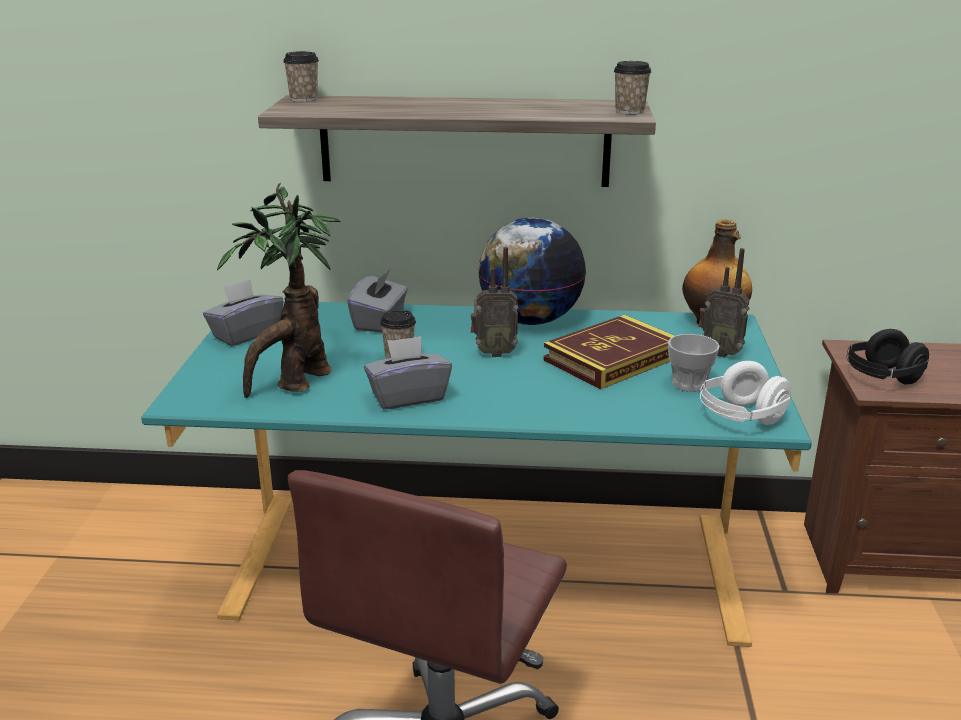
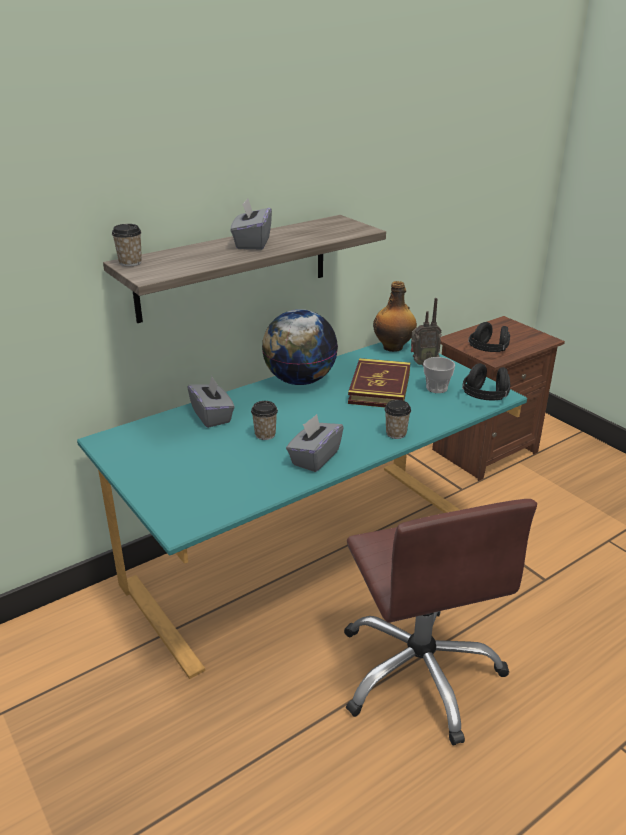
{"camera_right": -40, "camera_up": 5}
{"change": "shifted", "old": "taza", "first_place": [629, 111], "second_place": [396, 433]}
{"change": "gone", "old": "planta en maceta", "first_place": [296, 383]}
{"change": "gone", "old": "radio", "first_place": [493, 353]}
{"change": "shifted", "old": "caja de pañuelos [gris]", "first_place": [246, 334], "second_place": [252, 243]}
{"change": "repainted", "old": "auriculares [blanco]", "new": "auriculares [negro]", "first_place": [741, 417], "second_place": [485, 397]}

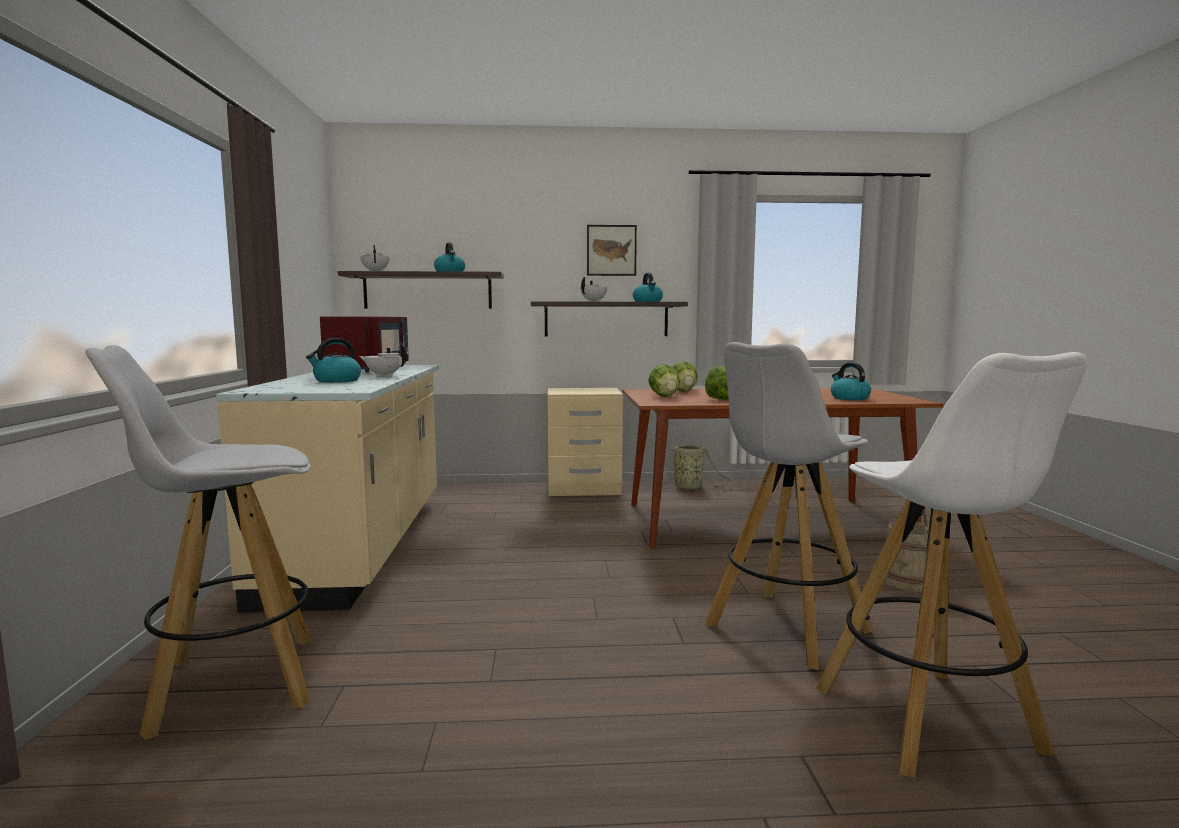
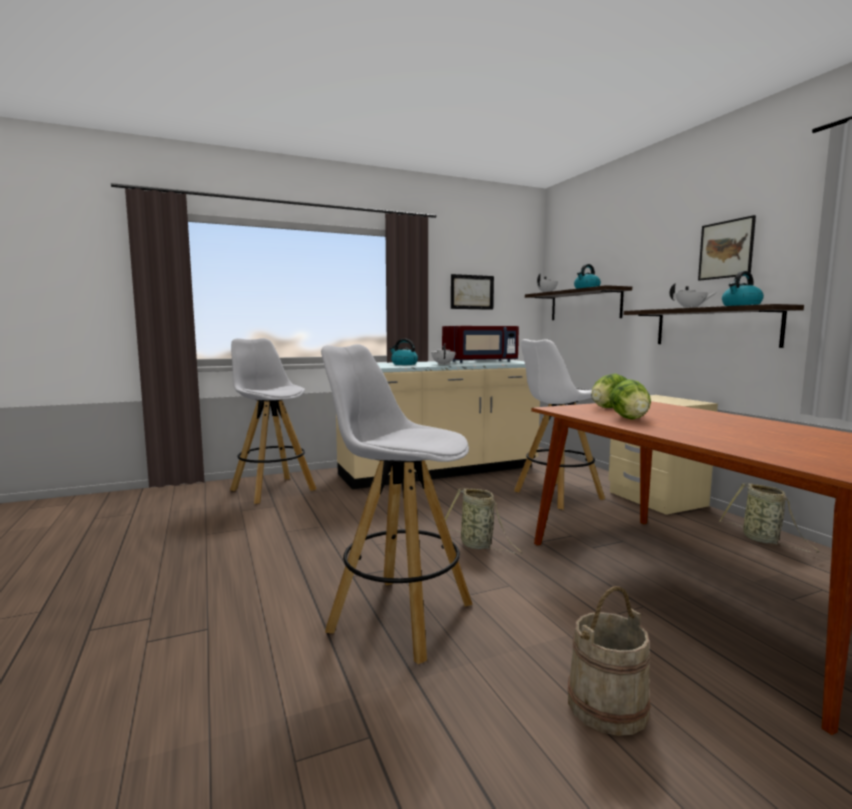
{"camera_right": 70, "camera_up": 0}
{"change": "shifted", "old": "taburete [blanco]", "first_place": [928, 722], "second_place": [557, 495]}
{"change": "gone", "old": "lechuga", "first_place": [683, 391]}
{"change": "gone", "old": "hervidor", "first_place": [849, 398]}
{"change": "new", "new": "cuadro", "second_place": [472, 292]}
{"change": "new", "new": "cesta", "second_place": [478, 545]}

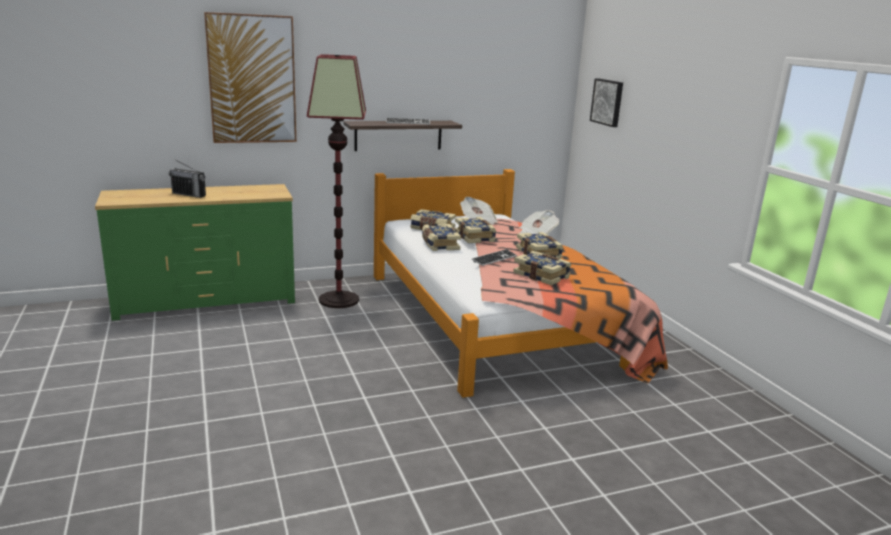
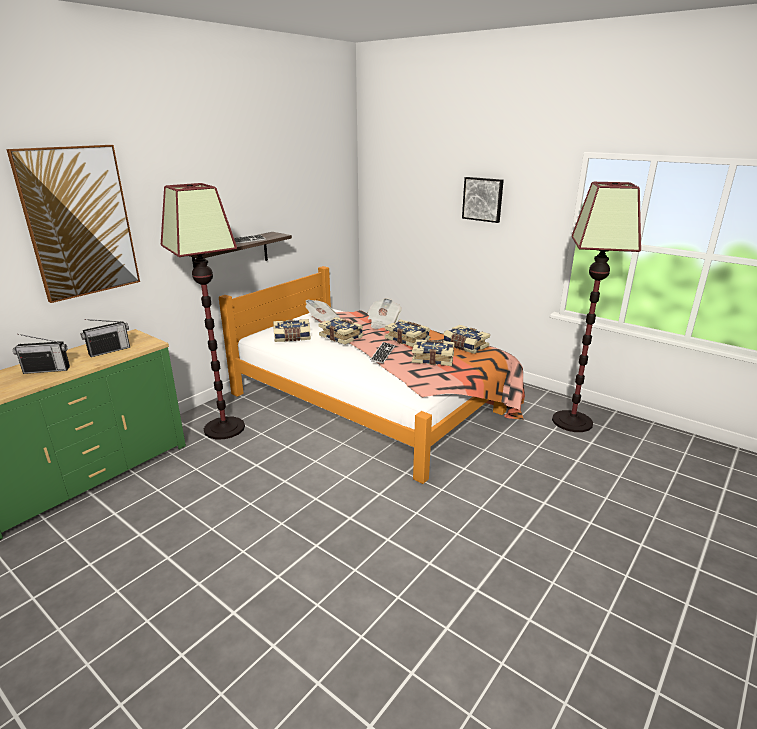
{"camera_right": -30, "camera_up": 5}
{"change": "shifted", "old": "cuadro", "first_place": [608, 102], "second_place": [483, 199]}
{"change": "shifted", "old": "libro", "first_place": [439, 245], "second_place": [465, 346]}
{"change": "new", "new": "lámpara de pie", "second_place": [572, 421]}
{"change": "new", "new": "radio", "second_place": [109, 351]}

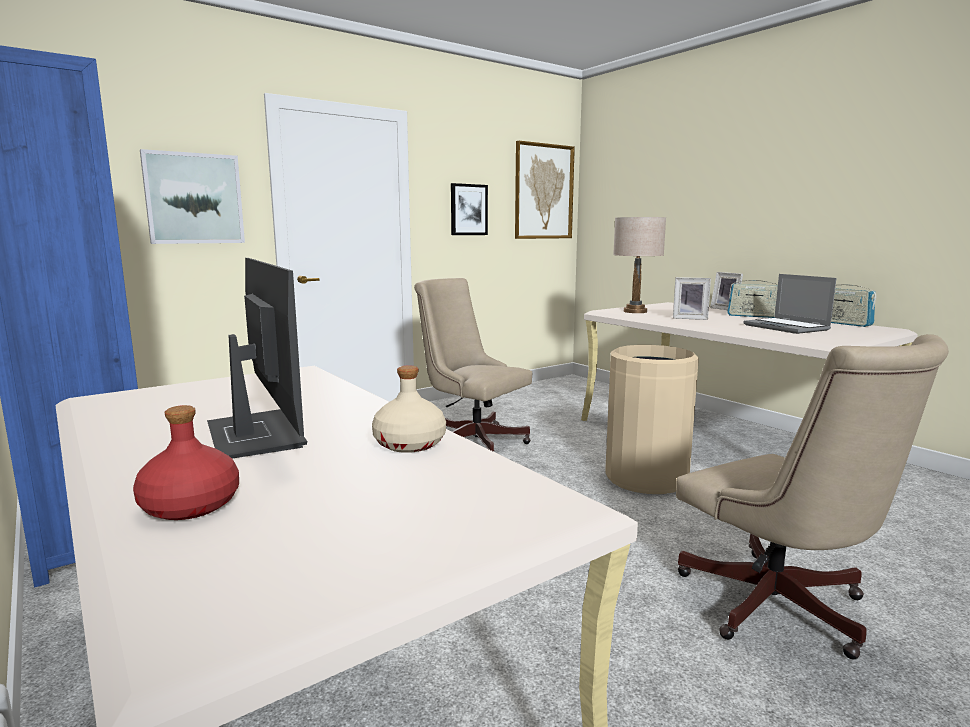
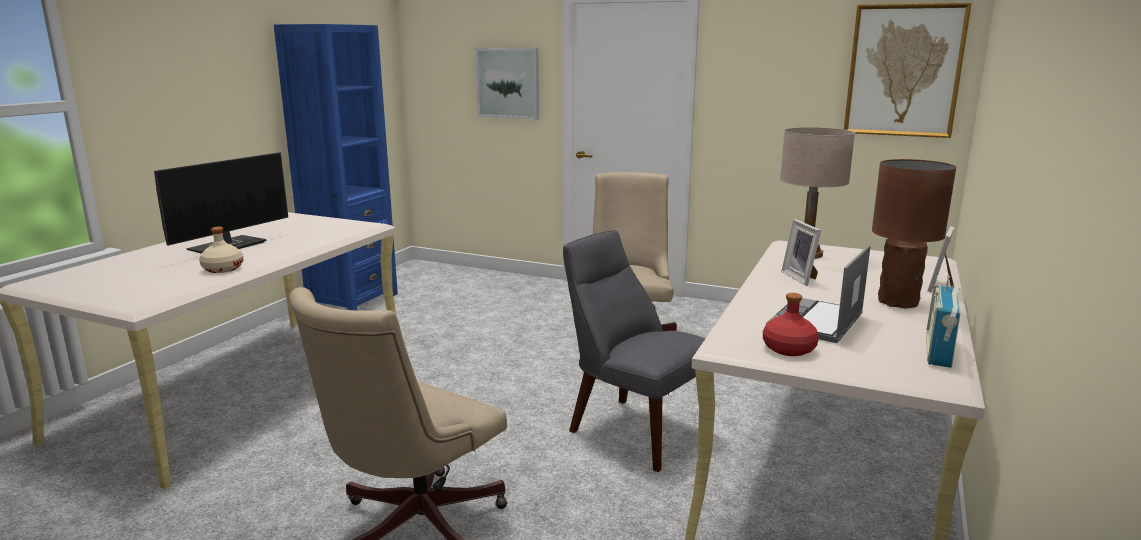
{"camera_right": 60, "camera_up": 5}
{"change": "gone", "old": "cuadro", "first_place": [468, 209]}
{"change": "swapped", "old": "radio", "new": "lámpara de mesa [marrón]", "first_place": [752, 316], "second_place": [898, 302]}
{"change": "swapped", "old": "papelera [beis]", "new": "silla [gris]", "first_place": [645, 478], "second_place": [633, 430]}
{"change": "shifted", "old": "botella [rojo]", "first_place": [189, 506], "second_place": [788, 349]}

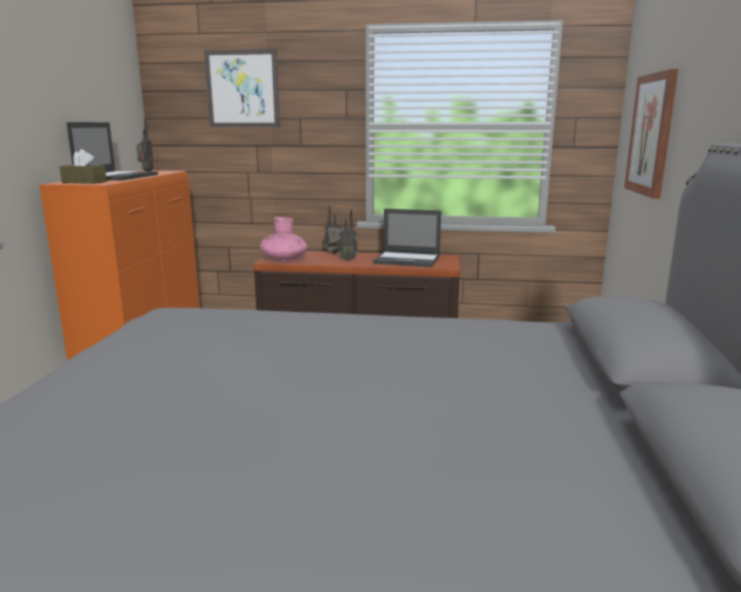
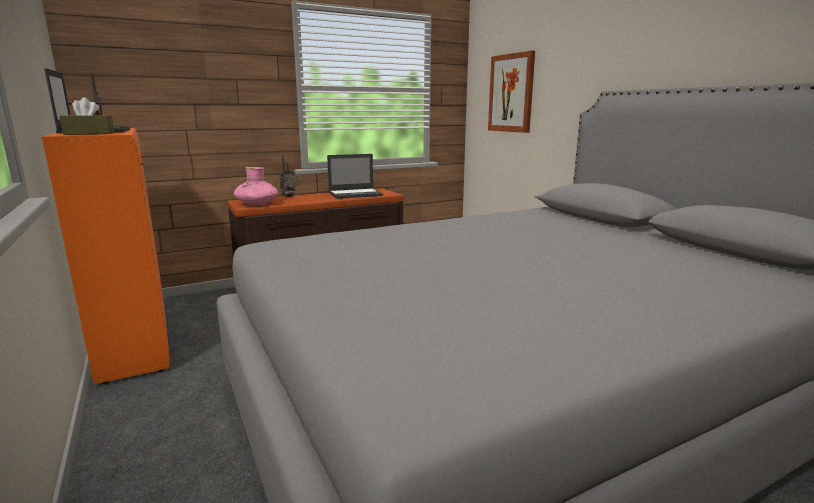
{"camera_right": -35, "camera_up": 0}
{"change": "gone", "old": "cuadro", "first_place": [242, 89]}
{"change": "gone", "old": "radio", "first_place": [347, 259]}

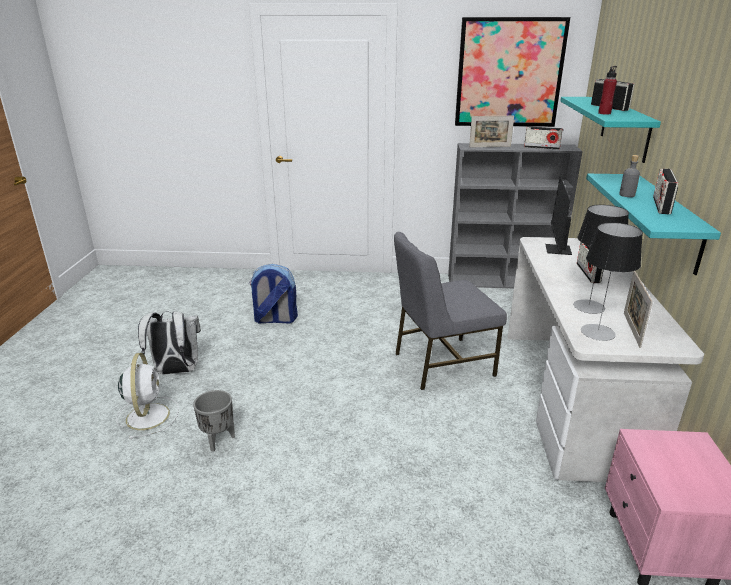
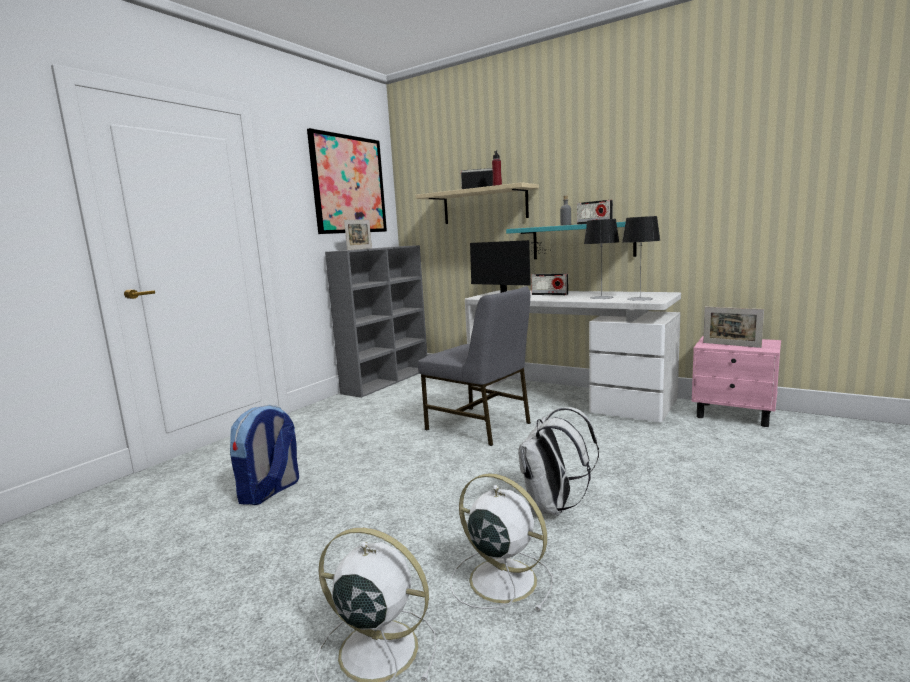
{"camera_right": -60, "camera_up": -15}
{"change": "repainted", "old": "estante [turquesa]", "new": "estante [beis]", "first_place": [625, 128], "second_place": [484, 205]}
{"change": "gone", "old": "radio", "first_place": [541, 147]}
{"change": "rotated", "old": "silla [gris]", "first_place": [441, 364], "second_place": [480, 426], "degrees": -60}
{"change": "shifted", "old": "portarretratos", "first_place": [631, 329], "second_place": [731, 345]}
{"change": "shifted", "old": "mochila [blanco]", "first_place": [175, 371], "second_place": [553, 507]}
{"change": "swapped", "old": "maceta [gris]", "new": "ventilador [blanco]", "first_place": [218, 440], "second_place": [500, 579]}

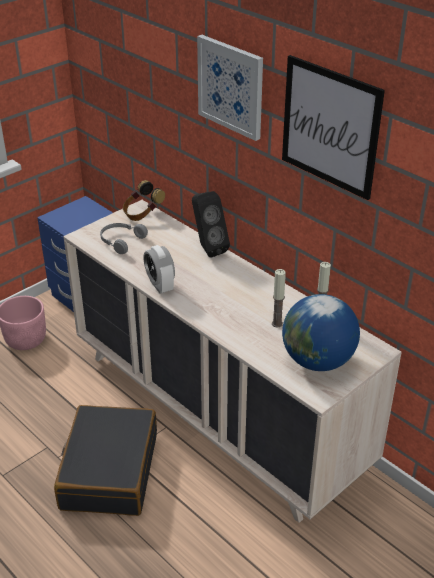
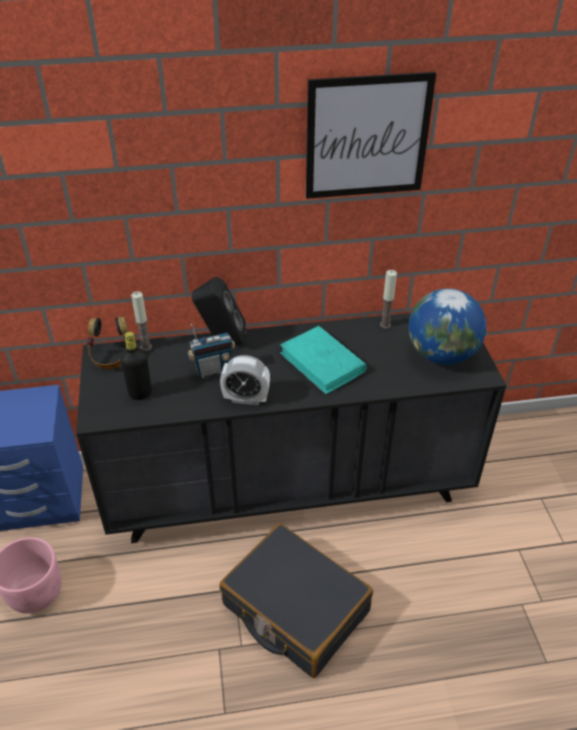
{"camera_right": -55, "camera_up": 5}
{"change": "gone", "old": "cuadro", "first_place": [231, 86]}
{"change": "repainted", "old": "cómoda [beis]", "new": "cómoda [negro]", "first_place": [217, 411], "second_place": [289, 485]}
{"change": "swapped", "old": "auriculares [gris]", "new": "botella [negro]", "first_place": [120, 241], "second_place": [140, 393]}
{"change": "shifted", "old": "vela", "first_place": [277, 323], "second_place": [146, 347]}
{"change": "new", "new": "radio", "second_place": [213, 371]}
{"change": "new", "new": "libro [turquesa]", "second_place": [322, 363]}

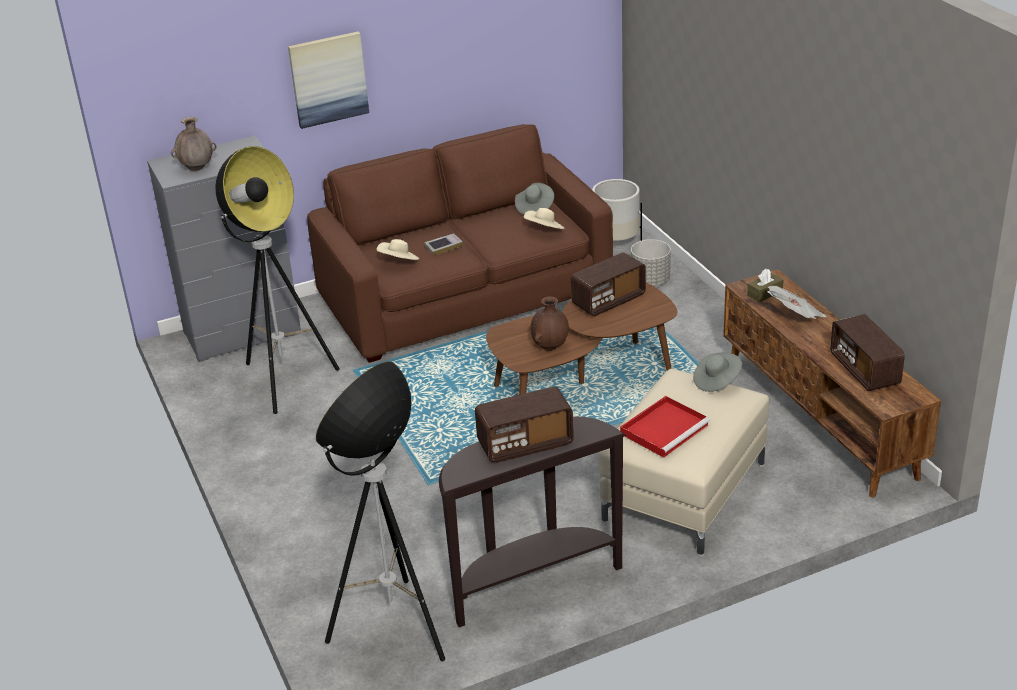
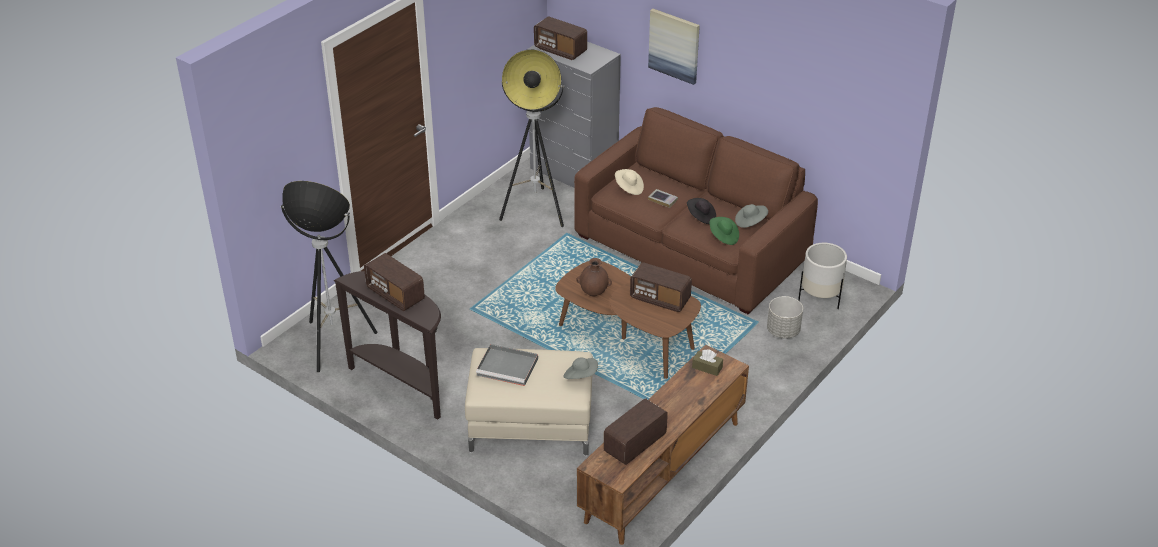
{"camera_right": 60, "camera_up": 5}
{"change": "swapped", "old": "florero [marrón]", "new": "radio", "first_place": [197, 168], "second_place": [560, 50]}
{"change": "repainted", "old": "sombrero [beis]", "new": "sombrero [verde]", "first_place": [544, 230], "second_place": [723, 237]}
{"change": "gone", "old": "periódico", "first_place": [795, 316]}
{"change": "repainted", "old": "bandeja [rojo]", "new": "bandeja [gris]", "first_place": [665, 428], "second_place": [508, 367]}
{"change": "new", "new": "sombrero [negro]", "second_place": [701, 217]}

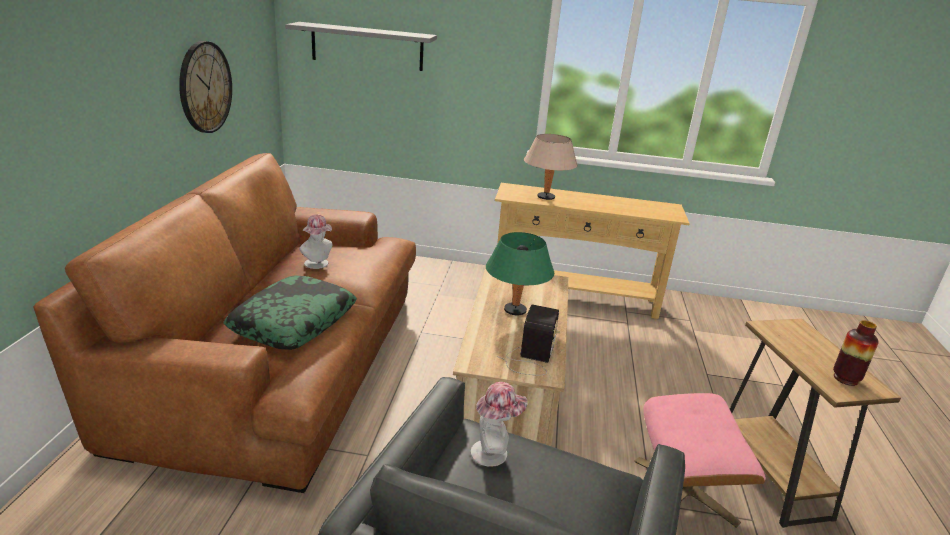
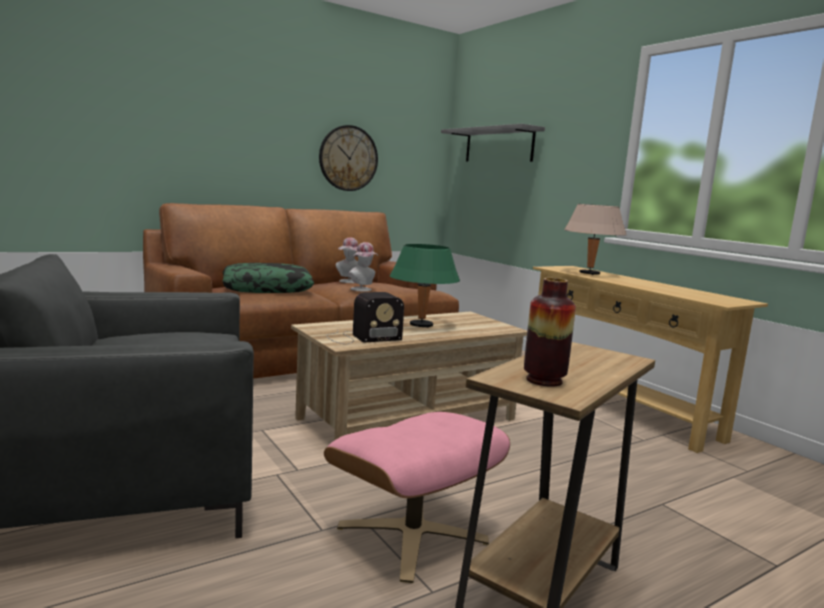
{"camera_right": 50, "camera_up": -15}
{"change": "shifted", "old": "sombrero", "first_place": [494, 452], "second_place": [363, 290]}

